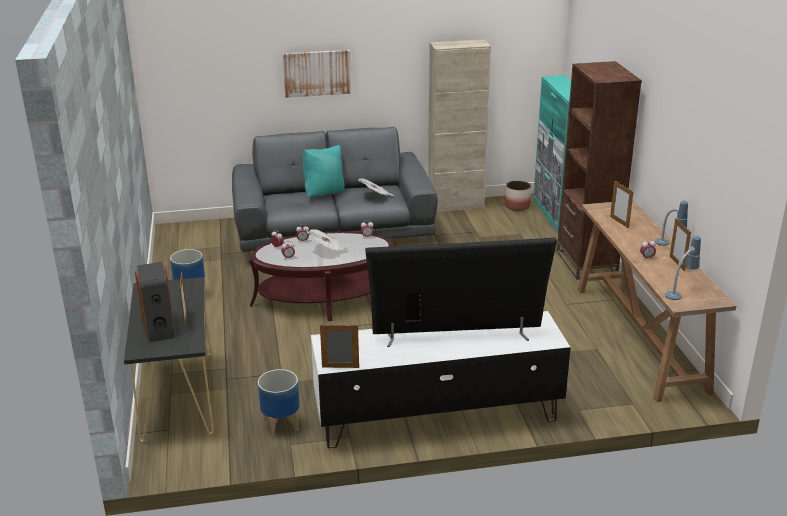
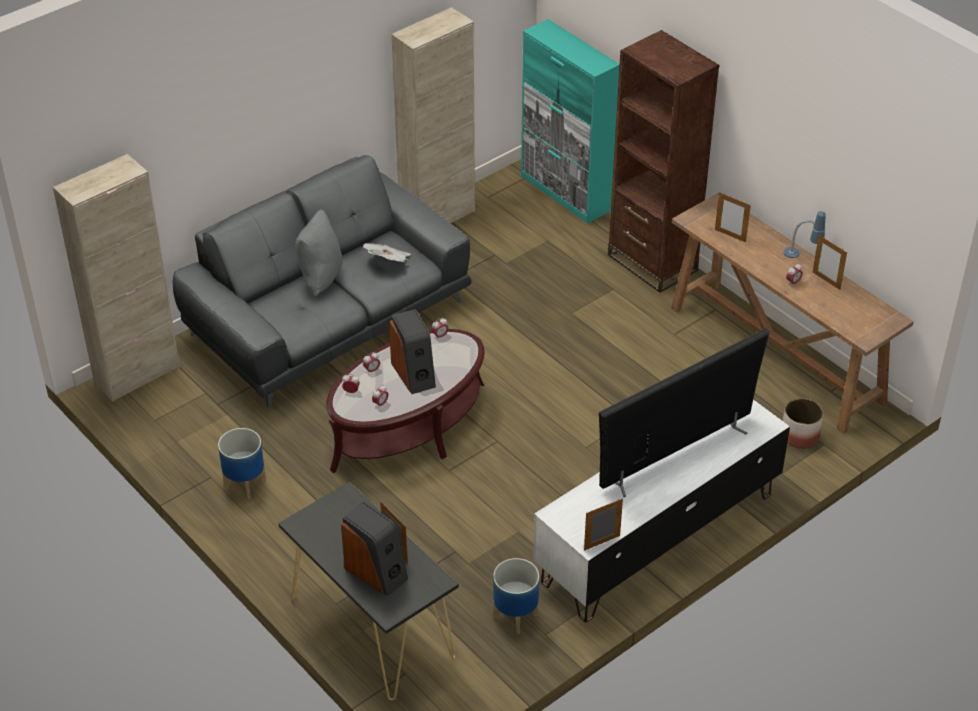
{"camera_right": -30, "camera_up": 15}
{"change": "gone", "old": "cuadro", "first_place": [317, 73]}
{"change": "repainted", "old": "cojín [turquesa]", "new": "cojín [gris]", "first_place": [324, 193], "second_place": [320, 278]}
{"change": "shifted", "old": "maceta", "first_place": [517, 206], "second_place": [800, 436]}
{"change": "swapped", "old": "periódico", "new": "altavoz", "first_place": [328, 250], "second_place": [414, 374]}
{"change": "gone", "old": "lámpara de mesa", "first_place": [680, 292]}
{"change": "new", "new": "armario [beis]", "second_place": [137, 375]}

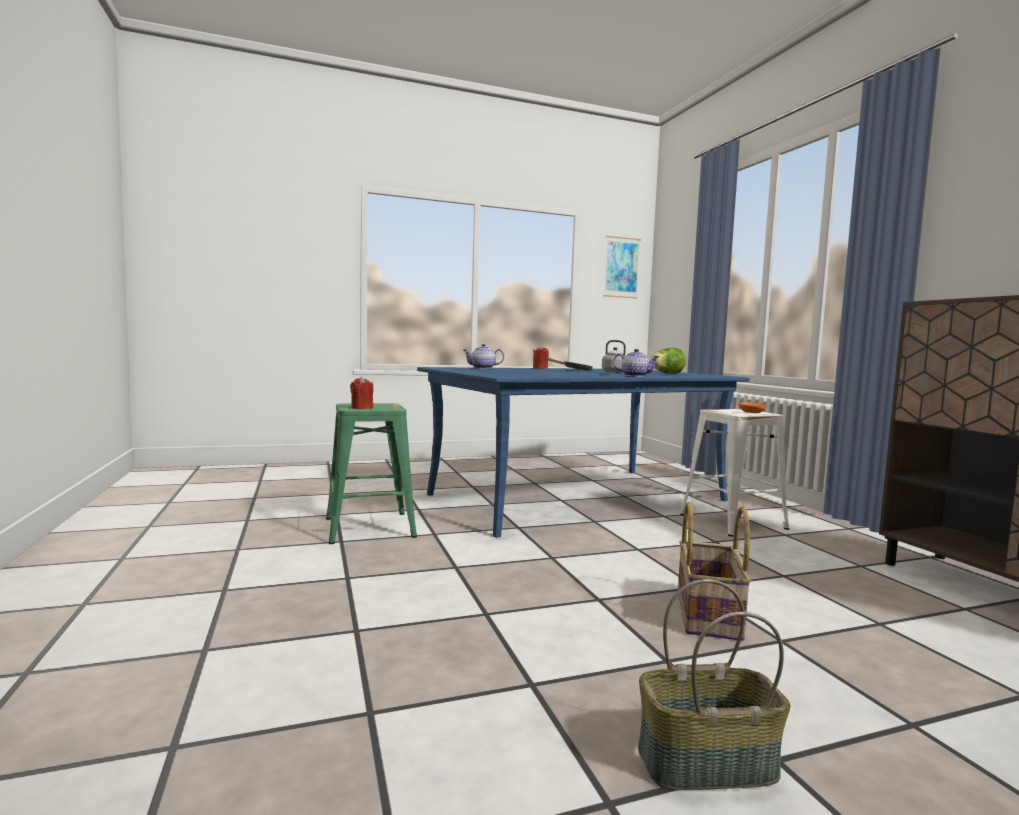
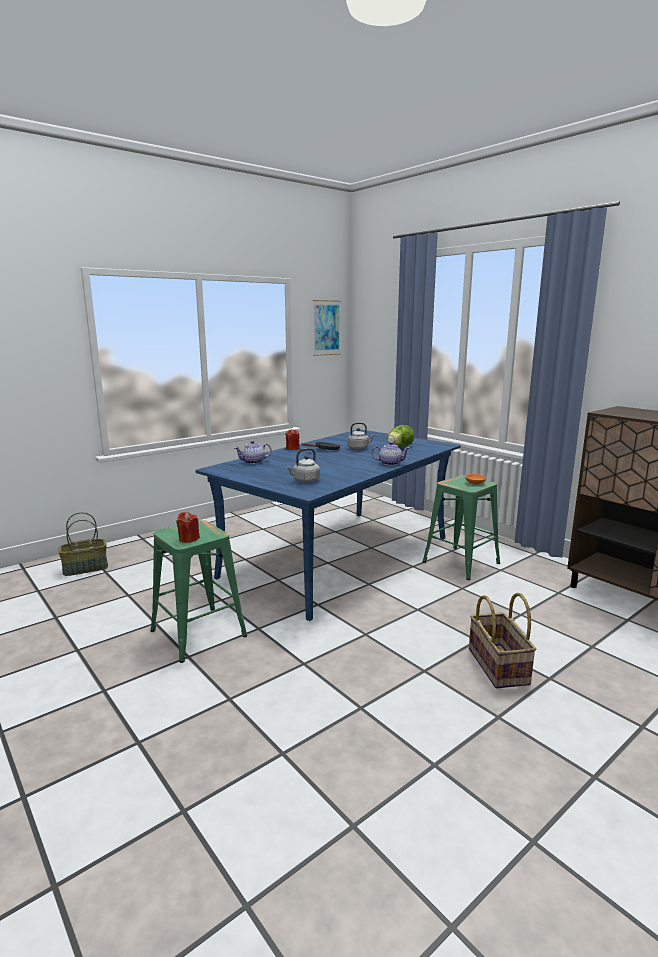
{"camera_right": -20, "camera_up": 10}
{"change": "repainted", "old": "taburete [blanco]", "new": "taburete [verde]", "first_place": [733, 521], "second_place": [461, 562]}
{"change": "shifted", "old": "cesta", "first_place": [706, 764], "second_place": [85, 569]}
{"change": "new", "new": "hervidor [gris]", "second_place": [305, 481]}

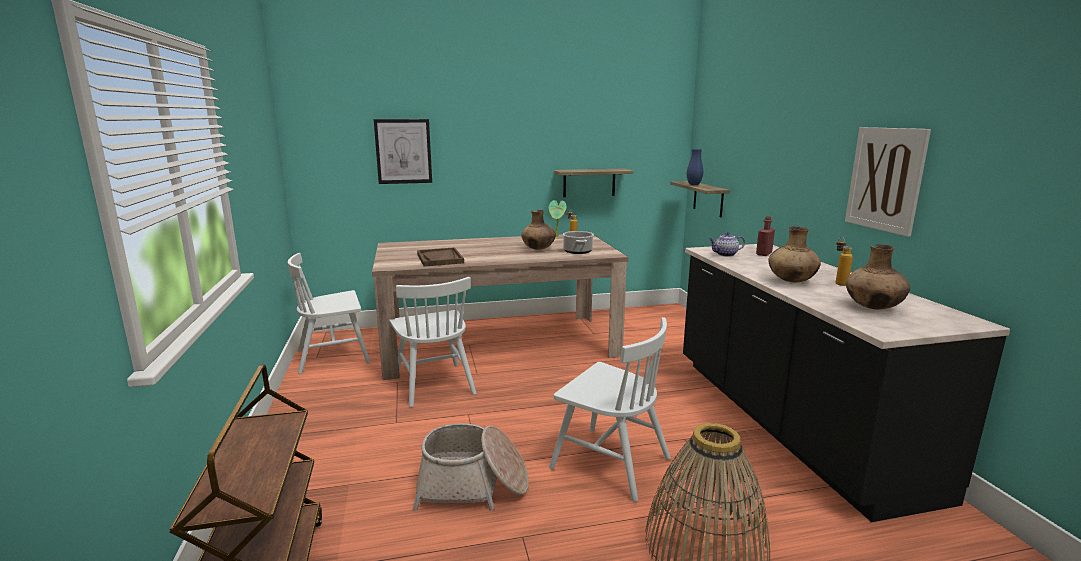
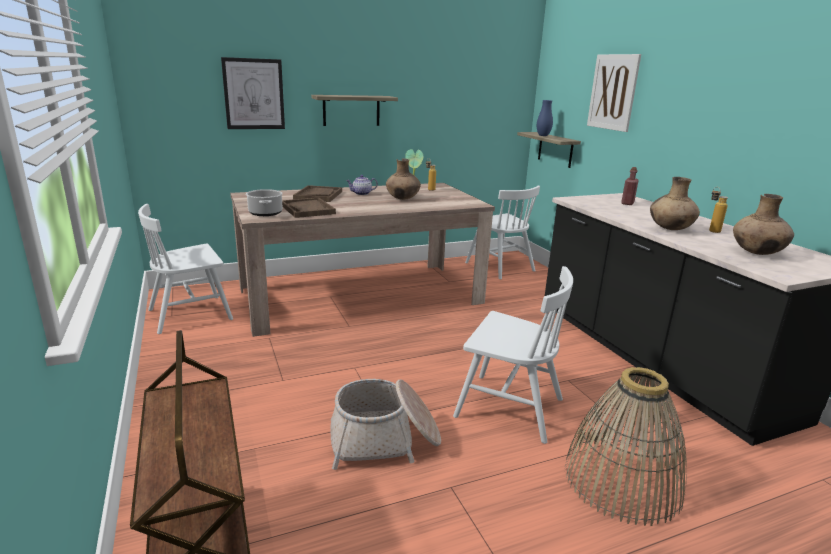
{"camera_right": -10, "camera_up": 5}
{"change": "shifted", "old": "cuadro", "first_place": [885, 179], "second_place": [613, 92]}
{"change": "shifted", "old": "estante", "first_place": [589, 182], "second_place": [351, 110]}
{"change": "shifted", "old": "olla", "first_place": [578, 251], "second_place": [266, 213]}
{"change": "shifted", "old": "tetera", "first_place": [725, 254], "second_place": [361, 194]}
{"change": "shifted", "old": "silla [blanco]", "first_place": [434, 384], "second_place": [499, 267]}
{"change": "new", "new": "bandeja [marrón]", "second_place": [318, 195]}

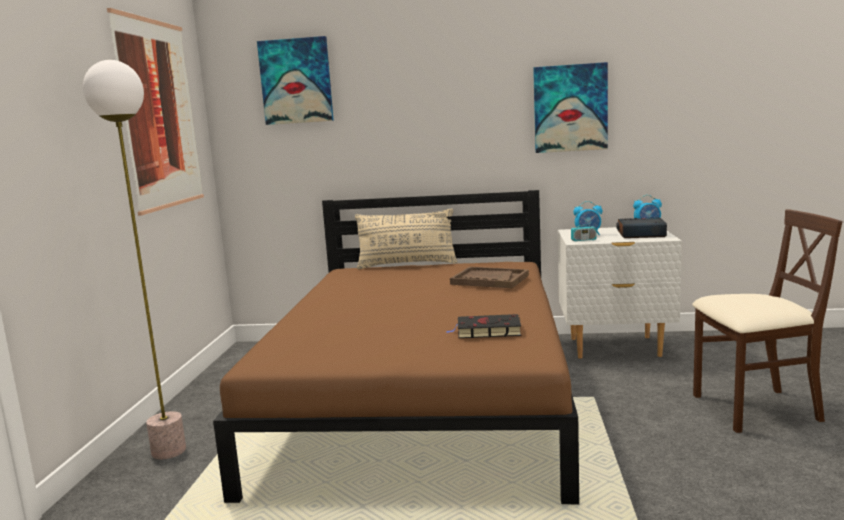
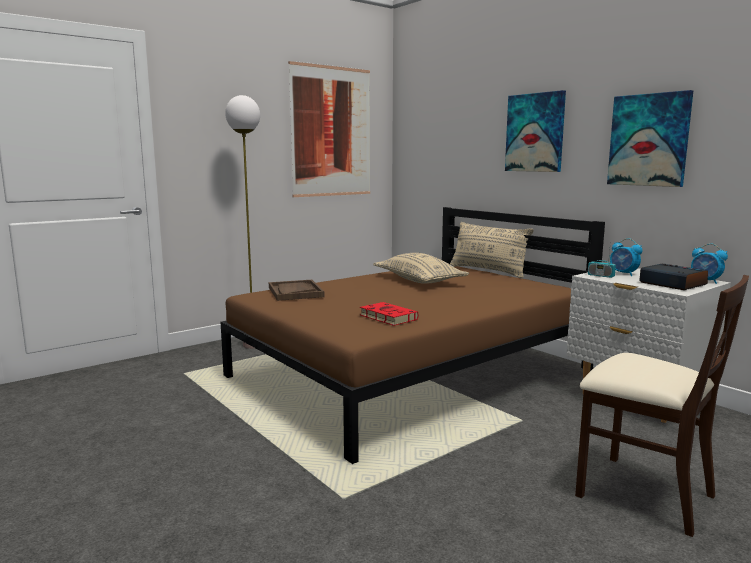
{"camera_right": 45, "camera_up": 0}
{"change": "shifted", "old": "cuadro", "first_place": [296, 81], "second_place": [535, 133]}
{"change": "shifted", "old": "bandeja [marrón]", "first_place": [489, 280], "second_place": [295, 292]}
{"change": "repainted", "old": "libro [negro]", "new": "libro [rojo]", "first_place": [486, 331], "second_place": [387, 317]}
{"change": "new", "new": "cojín [beis]", "second_place": [419, 281]}

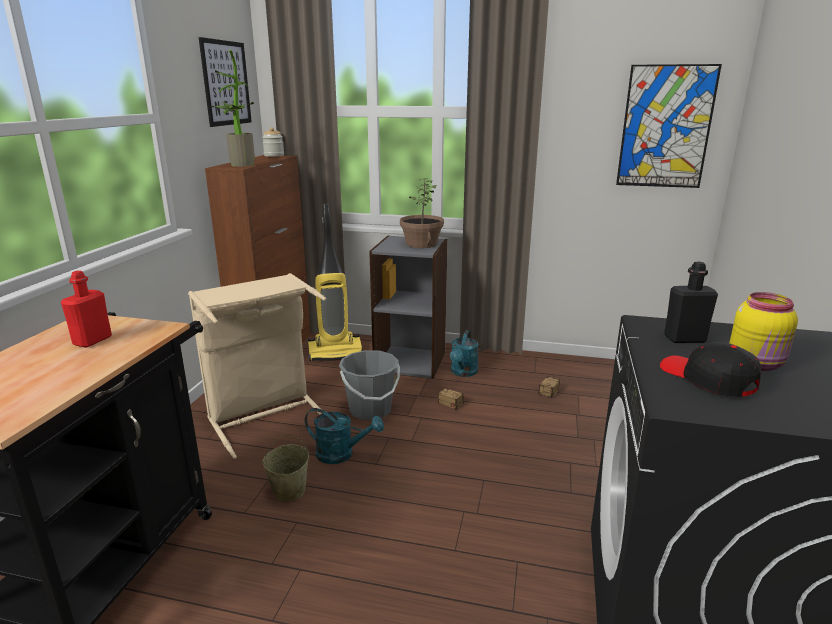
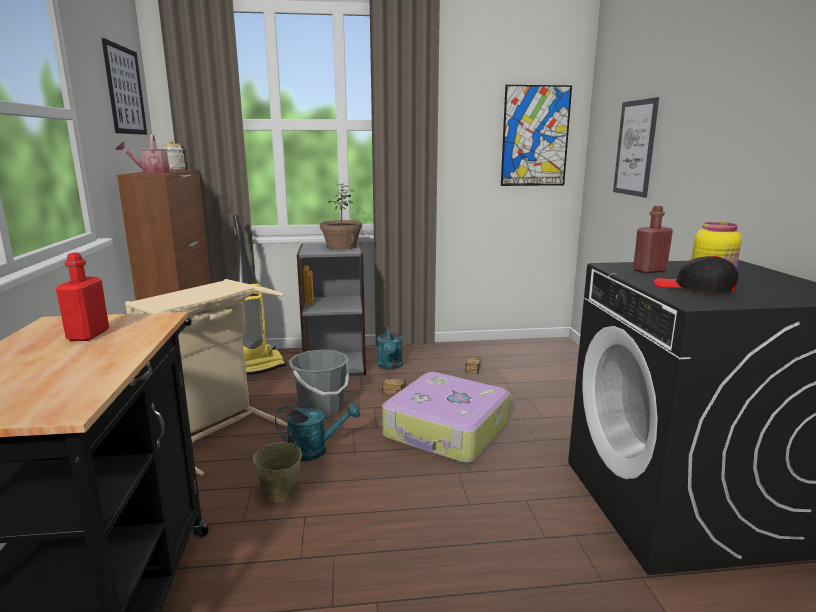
{"camera_right": -20, "camera_up": -5}
{"change": "swapped", "old": "planta en maceta", "new": "regadera", "first_place": [239, 165], "second_place": [152, 173]}
{"change": "repainted", "old": "botella [negro]", "new": "botella [rojo]", "first_place": [684, 339], "second_place": [649, 271]}
{"change": "new", "new": "cuadro", "second_place": [635, 148]}
{"change": "new", "new": "maleta", "second_place": [446, 431]}

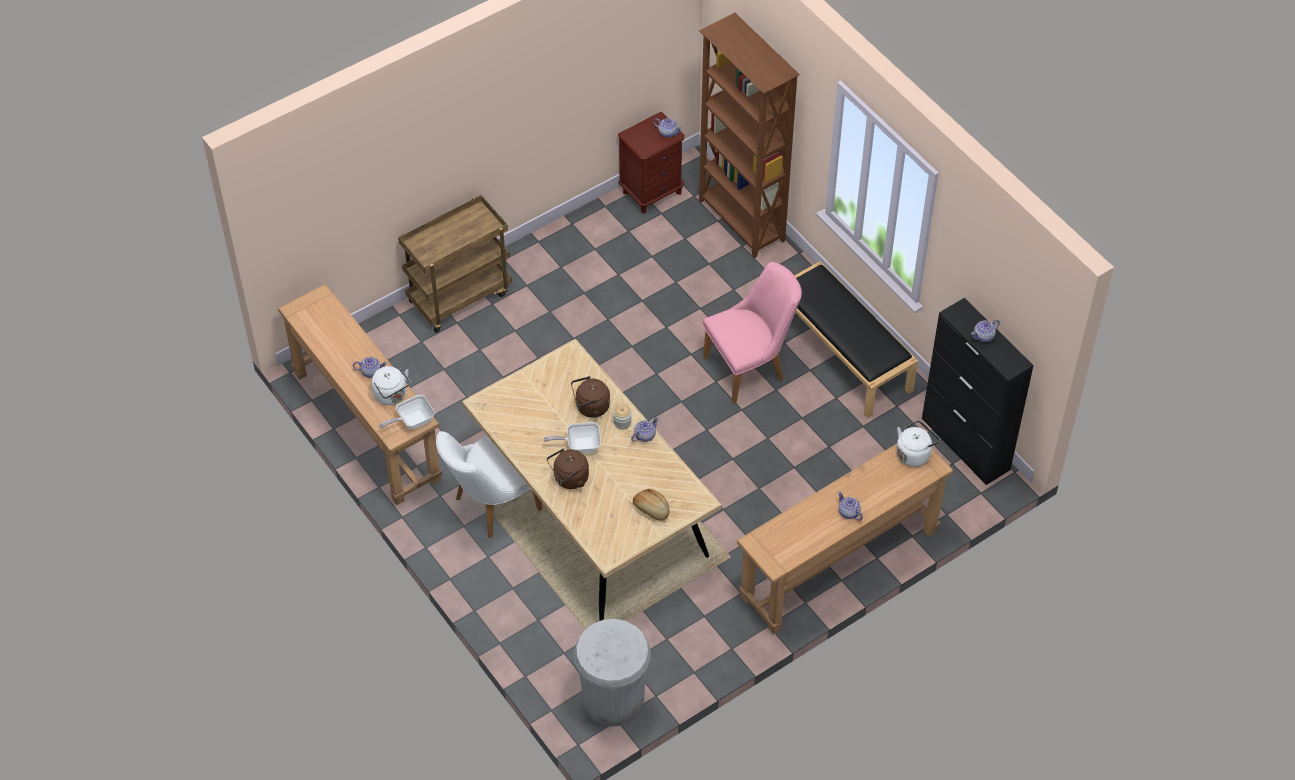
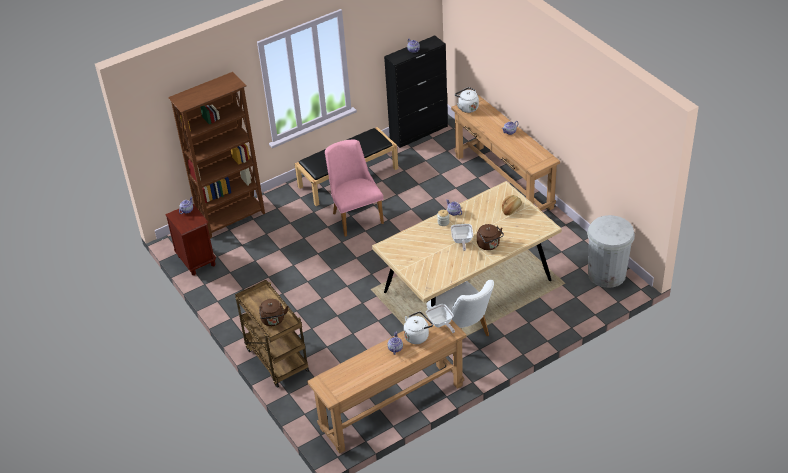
{"camera_right": -85, "camera_up": -10}
{"change": "shifted", "old": "hervidor [marrón]", "first_place": [590, 407], "second_place": [273, 320]}

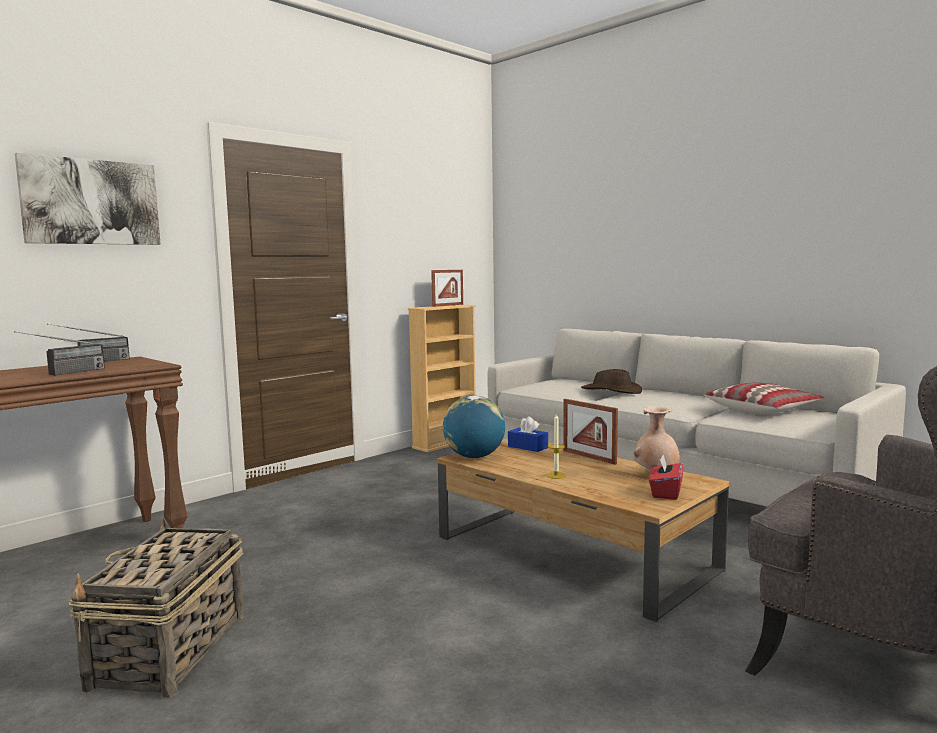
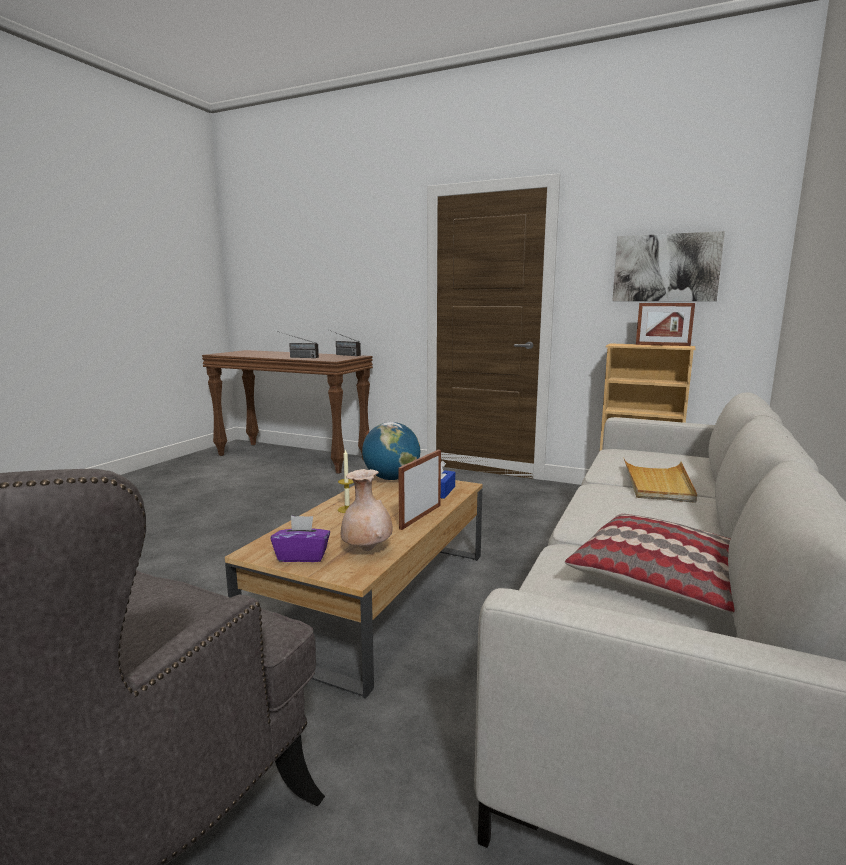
{"camera_right": 70, "camera_up": 5}
{"change": "shifted", "old": "cuadro", "first_place": [91, 202], "second_place": [666, 268]}
{"change": "swapped", "old": "sombrero [marrón]", "new": "bandeja [beis]", "first_place": [611, 391], "second_place": [658, 483]}
{"change": "repainted", "old": "caja de pañuelos [rojo]", "new": "caja de pañuelos [morado]", "first_place": [665, 493], "second_place": [302, 556]}
{"change": "gone", "old": "cesta", "first_place": [169, 651]}

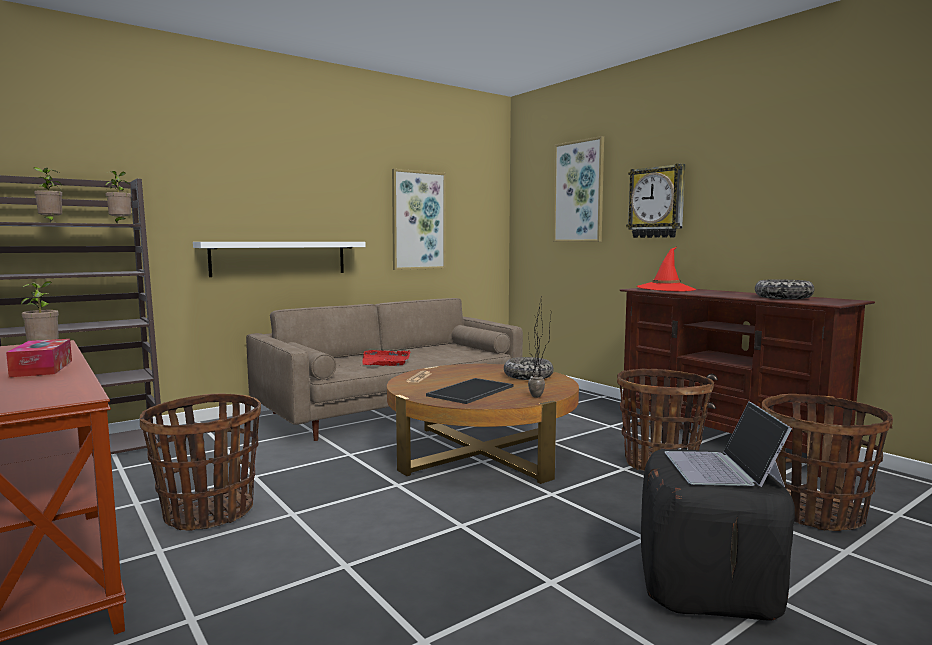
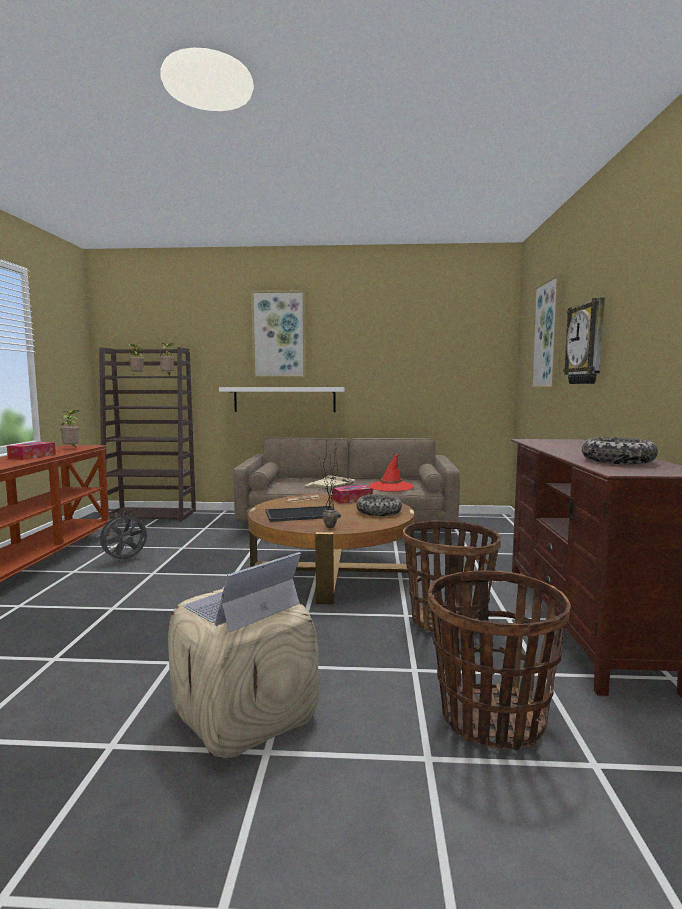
{"camera_right": 40, "camera_up": 0}
{"change": "shifted", "old": "cuadro", "first_place": [418, 220], "second_place": [279, 334]}
{"change": "shifted", "old": "sombrero [rojo]", "first_place": [666, 289], "second_place": [391, 487]}
{"change": "repainted", "old": "bandeja [rojo]", "new": "bandeja [beis]", "first_place": [386, 360], "second_place": [330, 485]}
{"change": "swapped", "old": "cesta", "new": "ventilador [gris]", "first_place": [208, 513], "second_place": [125, 560]}
{"change": "repainted", "old": "puf [negro]", "new": "puf [beis]", "first_place": [707, 587], "second_place": [244, 715]}
{"change": "new", "new": "caja de pañuelos", "second_place": [352, 500]}

